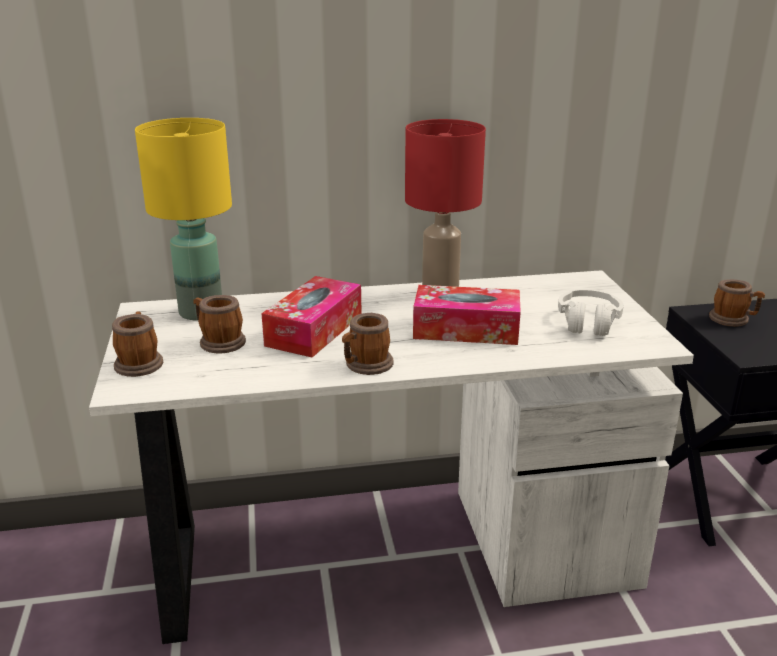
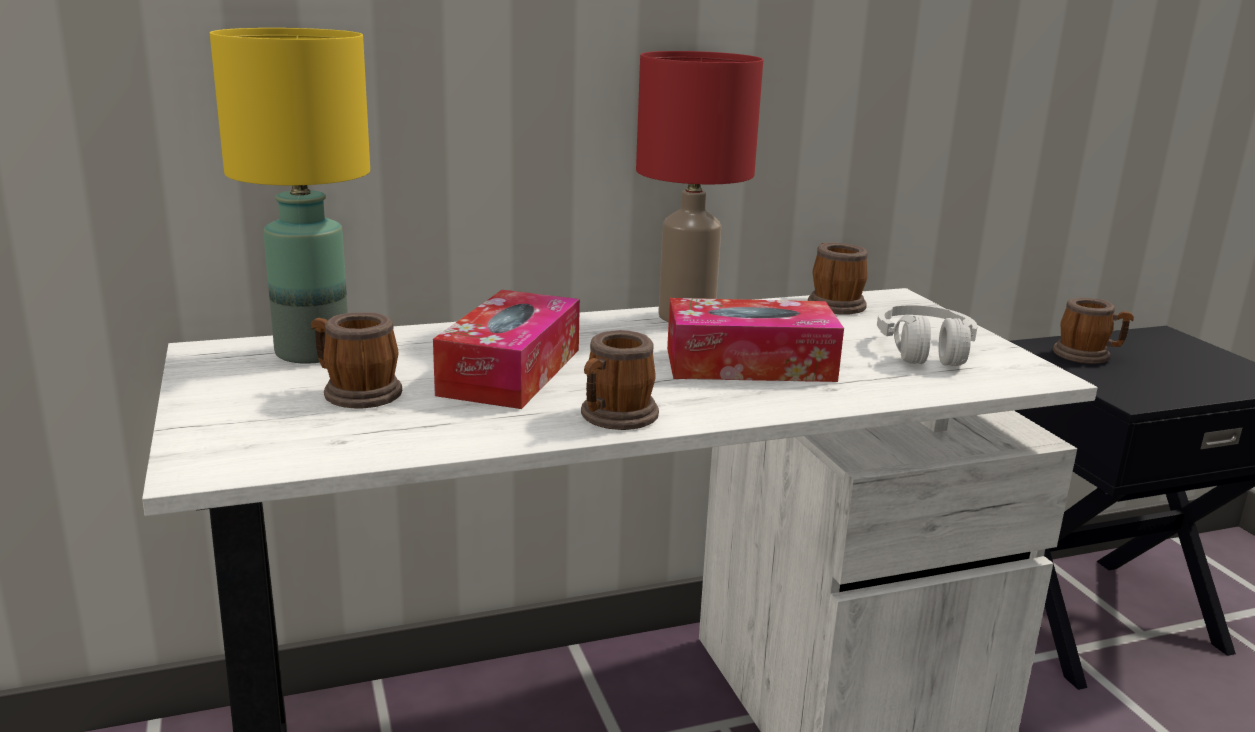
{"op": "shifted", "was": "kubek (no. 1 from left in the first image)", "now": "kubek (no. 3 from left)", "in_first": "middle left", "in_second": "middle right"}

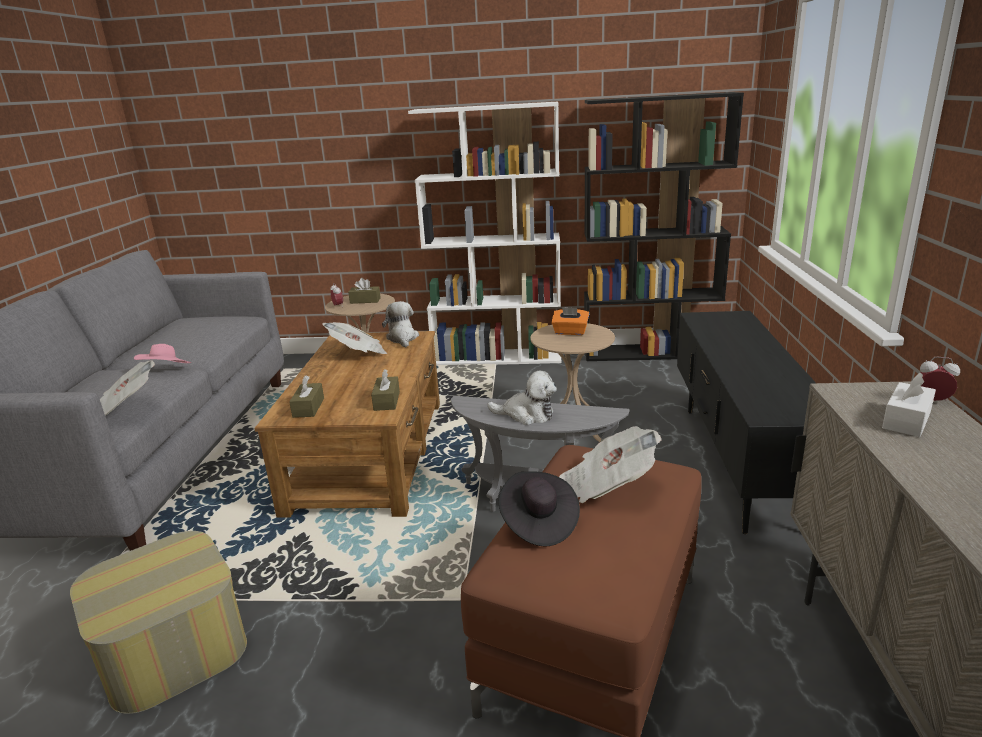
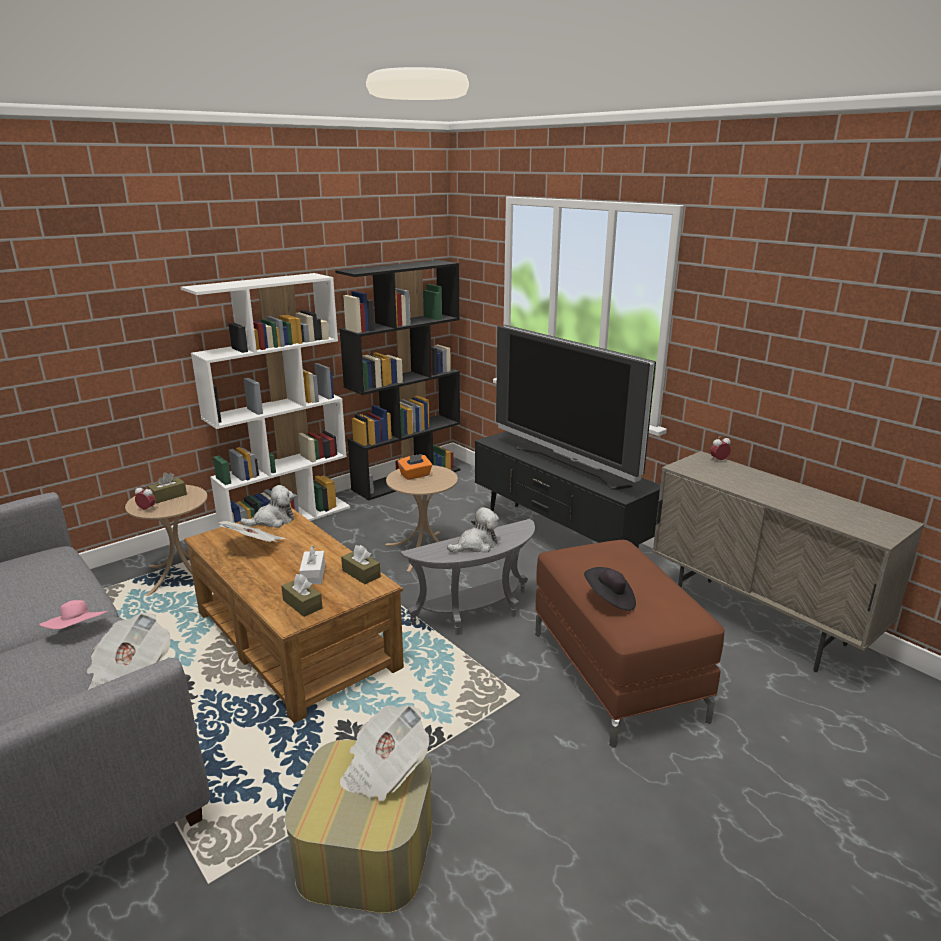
{"op": "rotated", "was": "pluszak (no. 1 from left)", "in_first": "centre", "in_second": "middle left", "clockwise": 120}
{"op": "shifted", "was": "pudełko chusteczek [biały]", "in_first": "middle right", "in_second": "middle left"}
{"op": "shifted", "was": "gazeta (no. 3 from left)", "in_first": "centre", "in_second": "bottom centre"}
{"op": "new", "now": "telewizor", "in_second": "centre"}

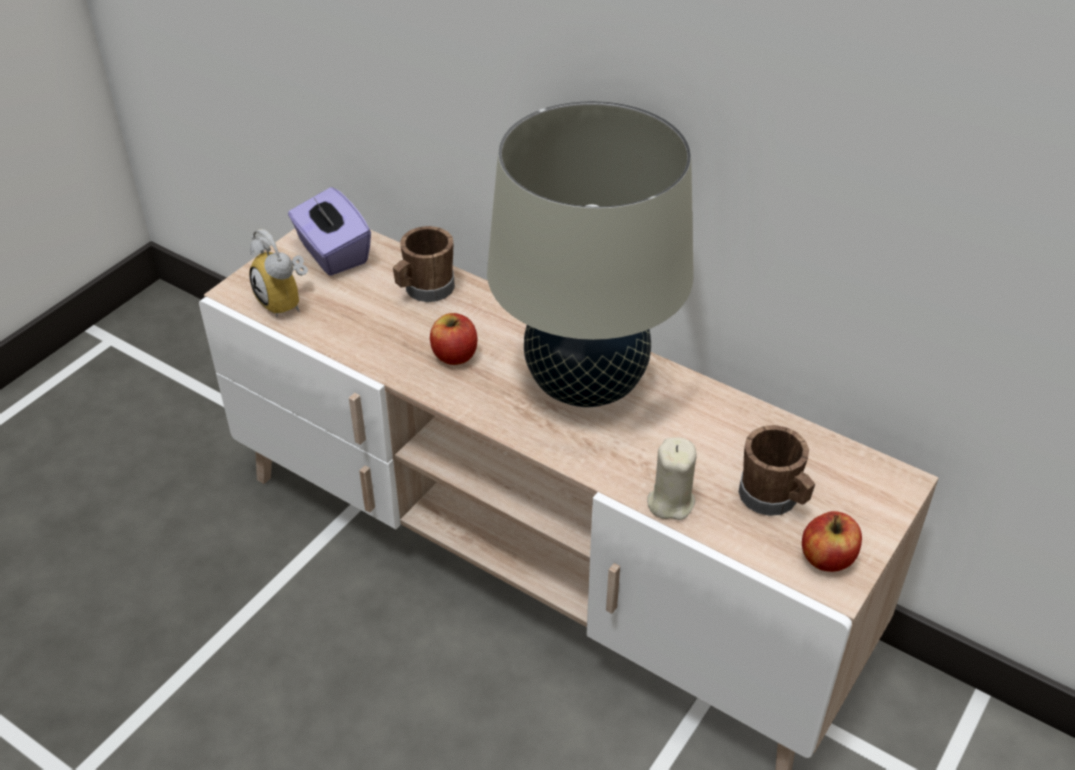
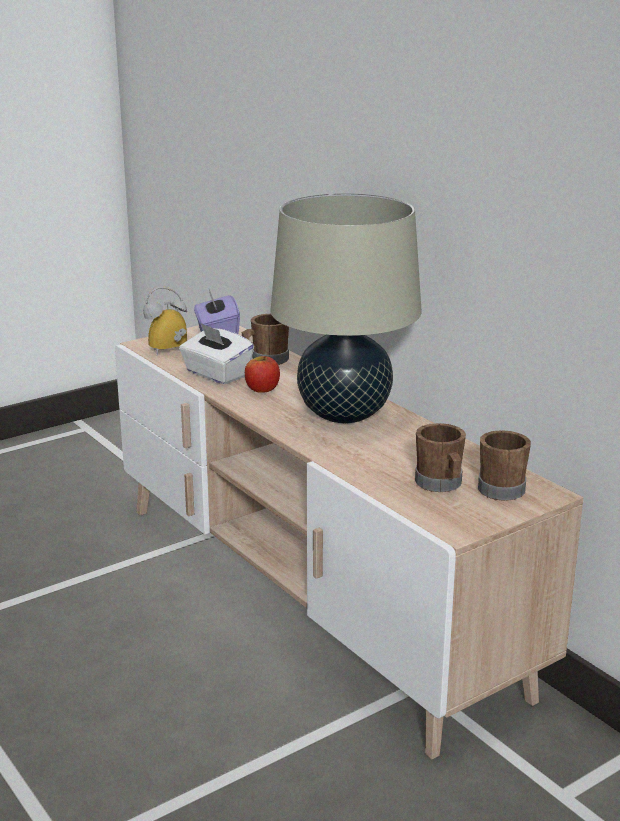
{"op": "rotated", "was": "budzik", "in_first": "middle left", "in_second": "middle left", "clockwise": 75}
{"op": "new", "now": "pudełko chusteczek [biały]", "in_second": "centre"}
{"op": "new", "now": "kubek [brązowy] (no. 3 from left)", "in_second": "middle right"}
{"op": "gone", "was": "świeca [beżowy]", "in_first": "centre"}
{"op": "gone", "was": "jabłko (no. 2 from left)", "in_first": "bottom right"}

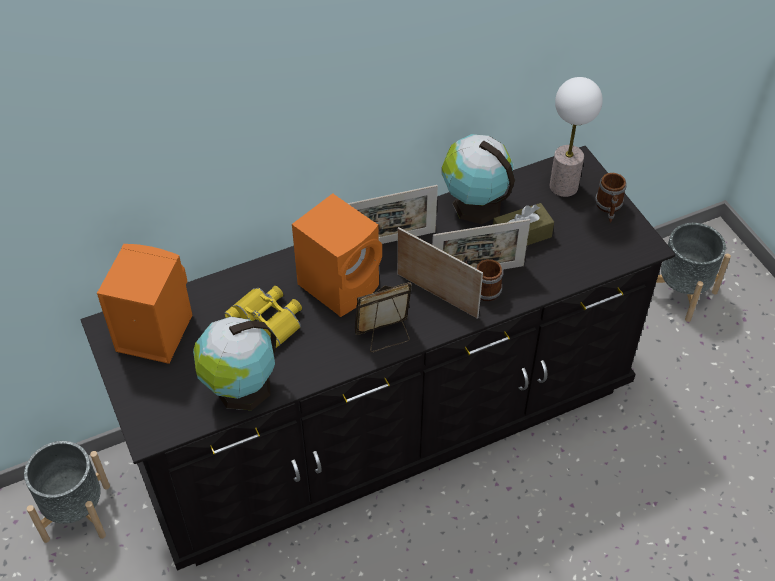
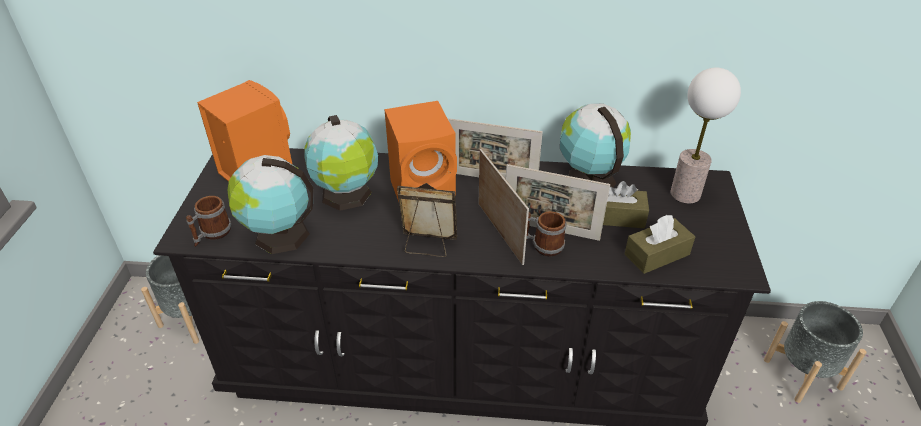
{"op": "shifted", "was": "kubek (no. 2 from left in the first image)", "now": "kubek (no. 1 from left)", "in_first": "middle right", "in_second": "middle left"}
{"op": "swapped", "was": "lornetka [żółty]", "now": "globus (no. 2 from left)", "in_first": "centre", "in_second": "centre"}
{"op": "new", "now": "pudełko chusteczek [brązowy] (no. 2 from left)", "in_second": "middle right"}

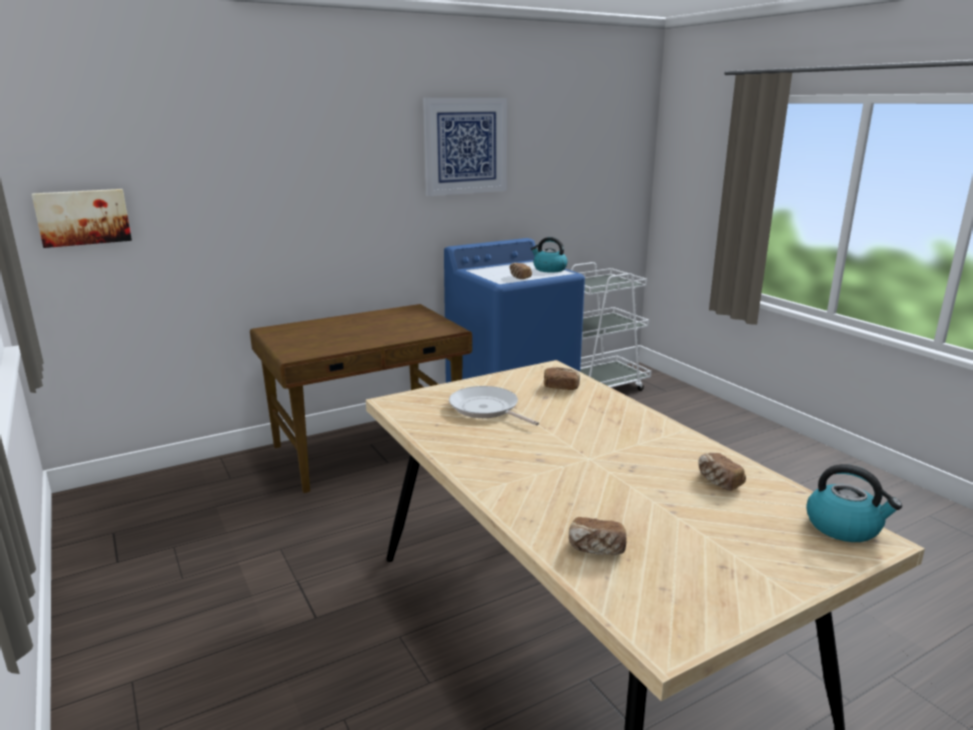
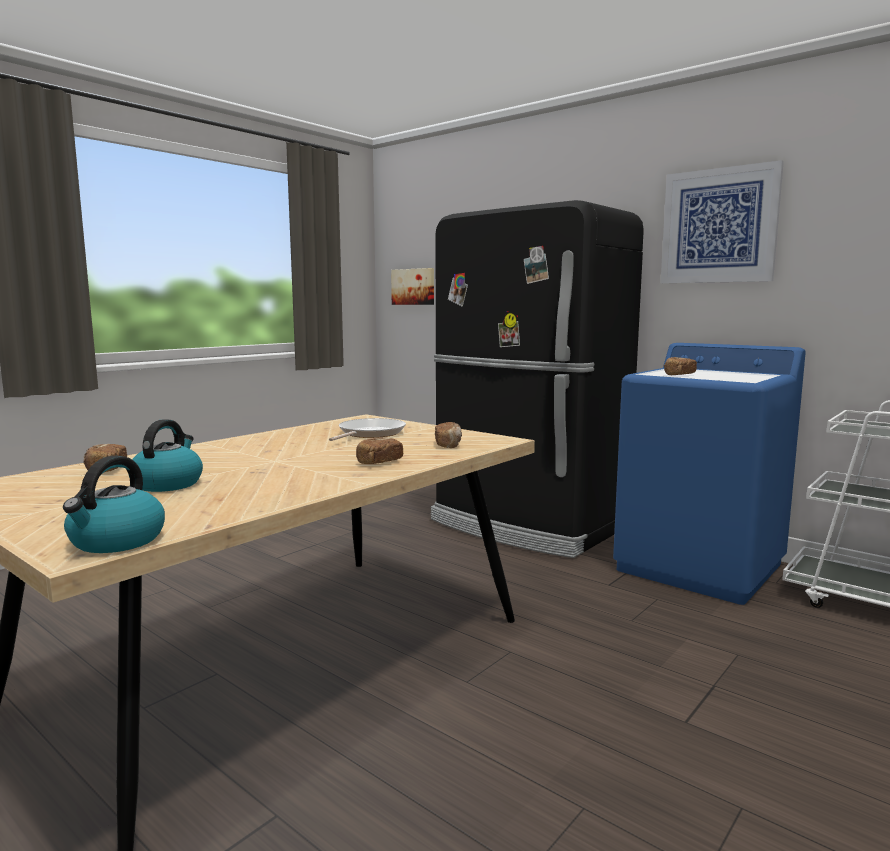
{"op": "shifted", "was": "czajnik (no. 1 from left in the first image)", "now": "czajnik (no. 2 from left)", "in_first": "centre", "in_second": "middle left"}
{"op": "shifted", "was": "chleb (no. 4 from left in the first image)", "now": "chleb (no. 2 from left)", "in_first": "middle right", "in_second": "centre"}
{"op": "swapped", "was": "biurko [brązowy]", "now": "lodówka [czarny]", "in_first": "centre", "in_second": "centre"}

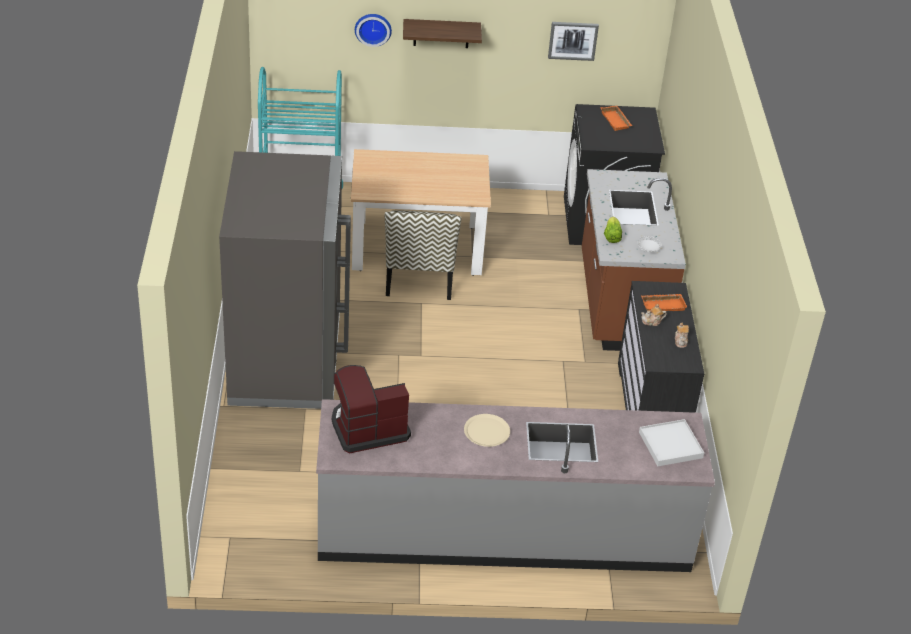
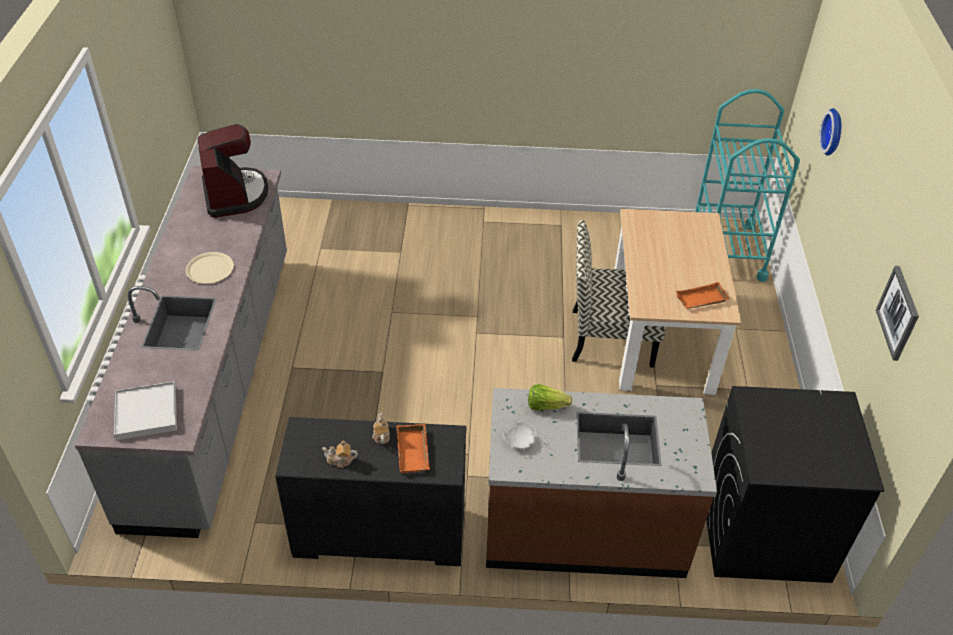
{"op": "shifted", "was": "taca [pomarańczowy] (no. 1 from left in the first image)", "now": "taca [pomarańczowy] (no. 2 from left)", "in_first": "top right", "in_second": "middle right"}
{"op": "gone", "was": "lodówka [szary]", "in_first": "middle left"}
{"op": "gone", "was": "półka", "in_first": "top centre"}

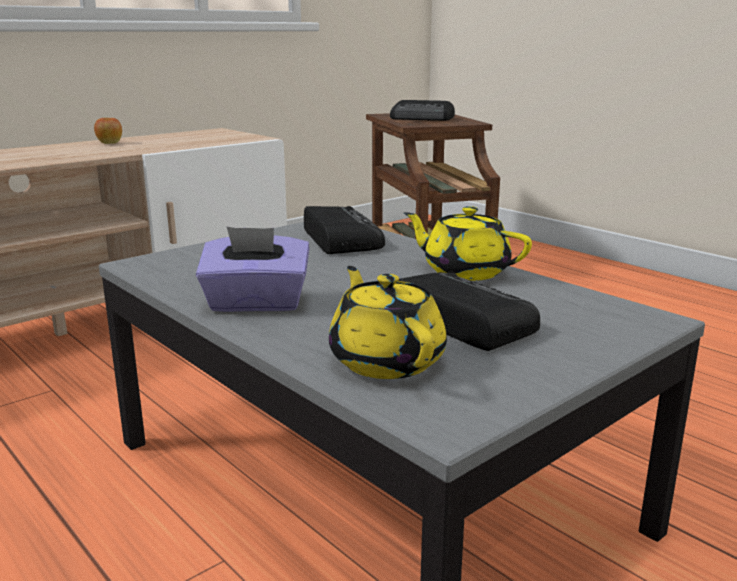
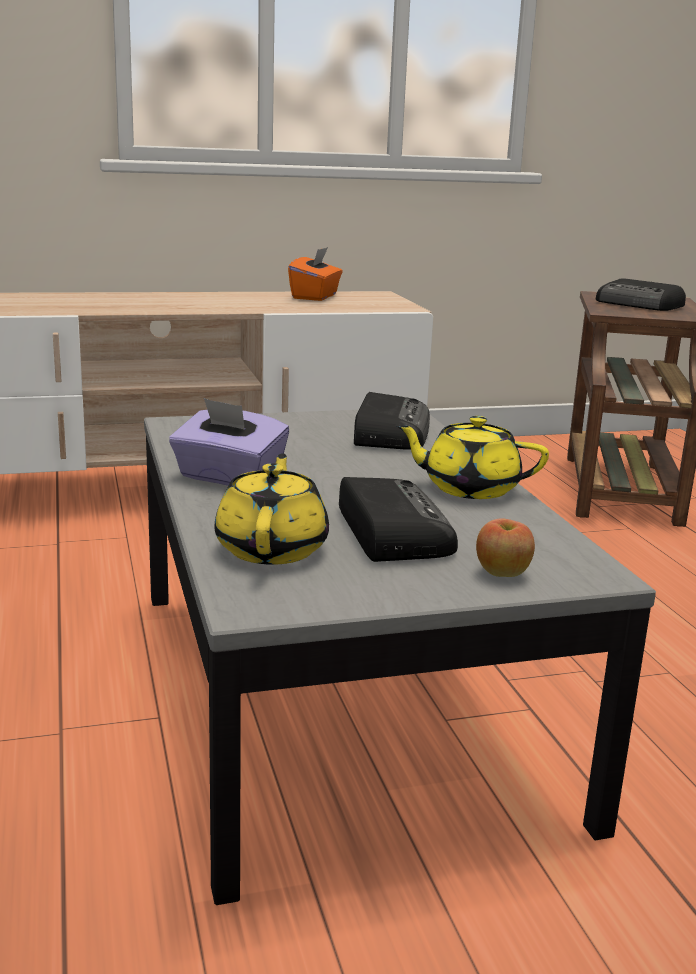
{"op": "new", "now": "pudełko chusteczek [pomarańczowy]", "in_second": "top centre"}
{"op": "rotated", "was": "imbryk [żółty] (no. 2 from left)", "in_first": "centre", "in_second": "middle right", "clockwise": -45}
{"op": "shifted", "was": "jabłko", "in_first": "top left", "in_second": "middle right"}

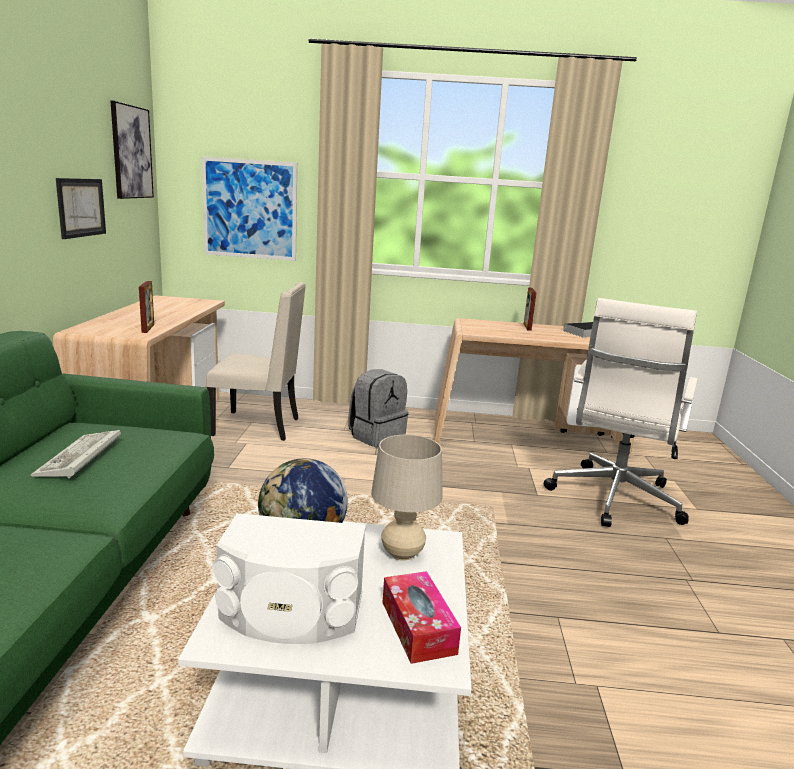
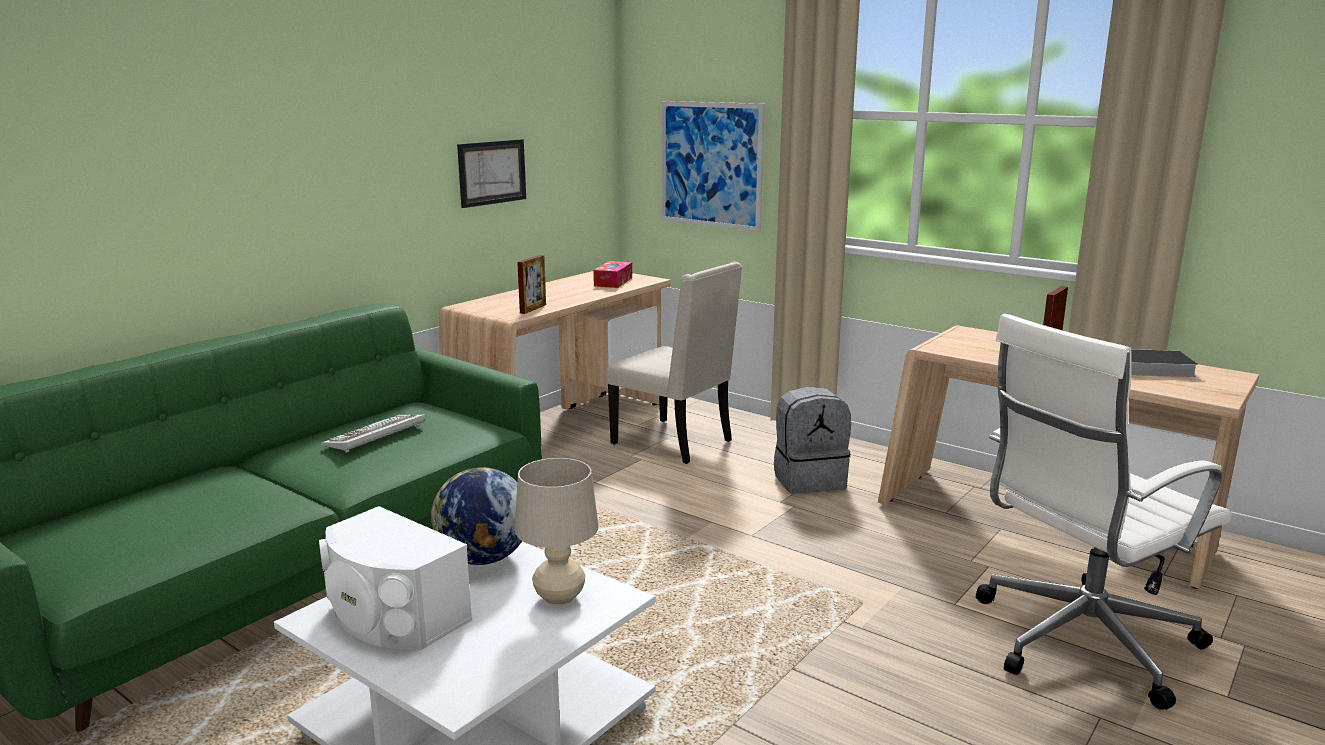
{"op": "shifted", "was": "pudełko chusteczek", "in_first": "bottom centre", "in_second": "centre"}
{"op": "gone", "was": "obraz (no. 2 from left)", "in_first": "top left"}

